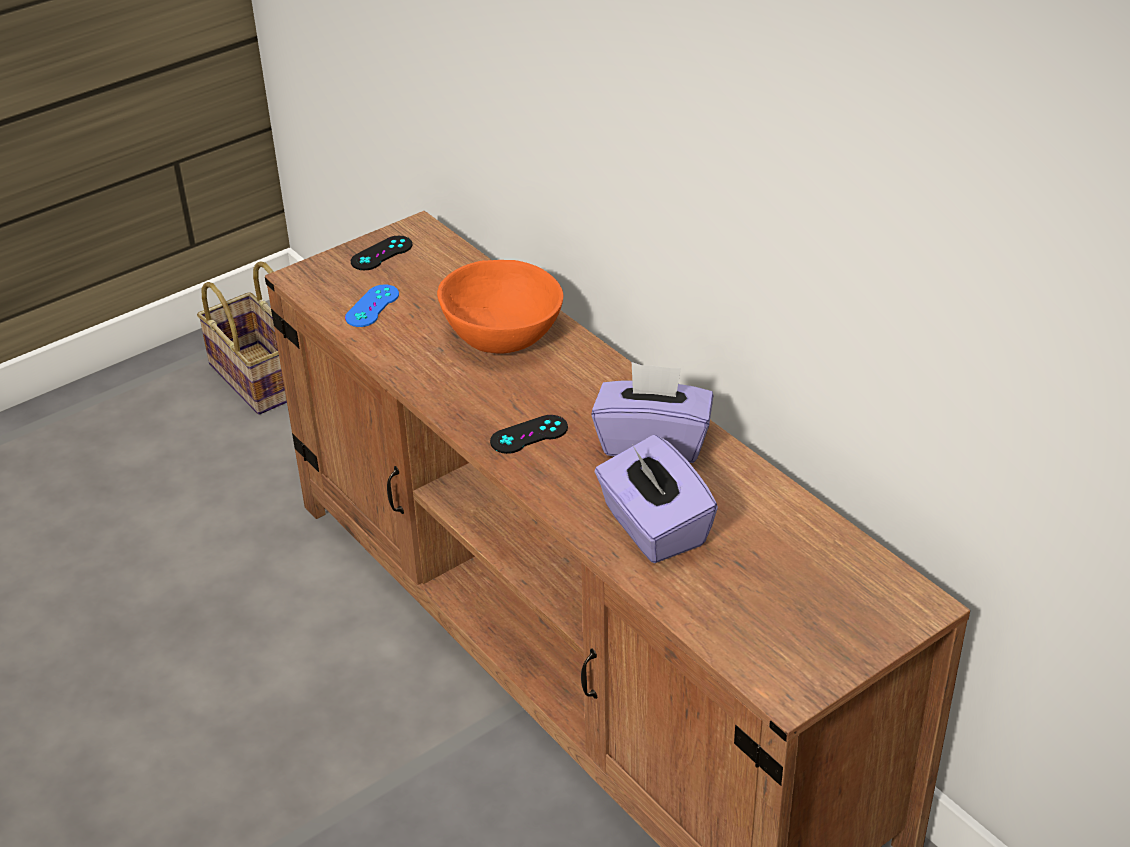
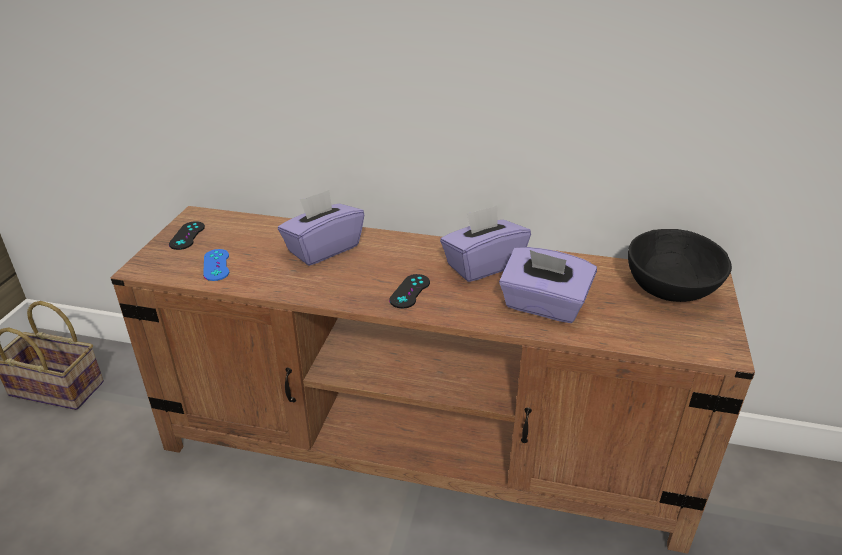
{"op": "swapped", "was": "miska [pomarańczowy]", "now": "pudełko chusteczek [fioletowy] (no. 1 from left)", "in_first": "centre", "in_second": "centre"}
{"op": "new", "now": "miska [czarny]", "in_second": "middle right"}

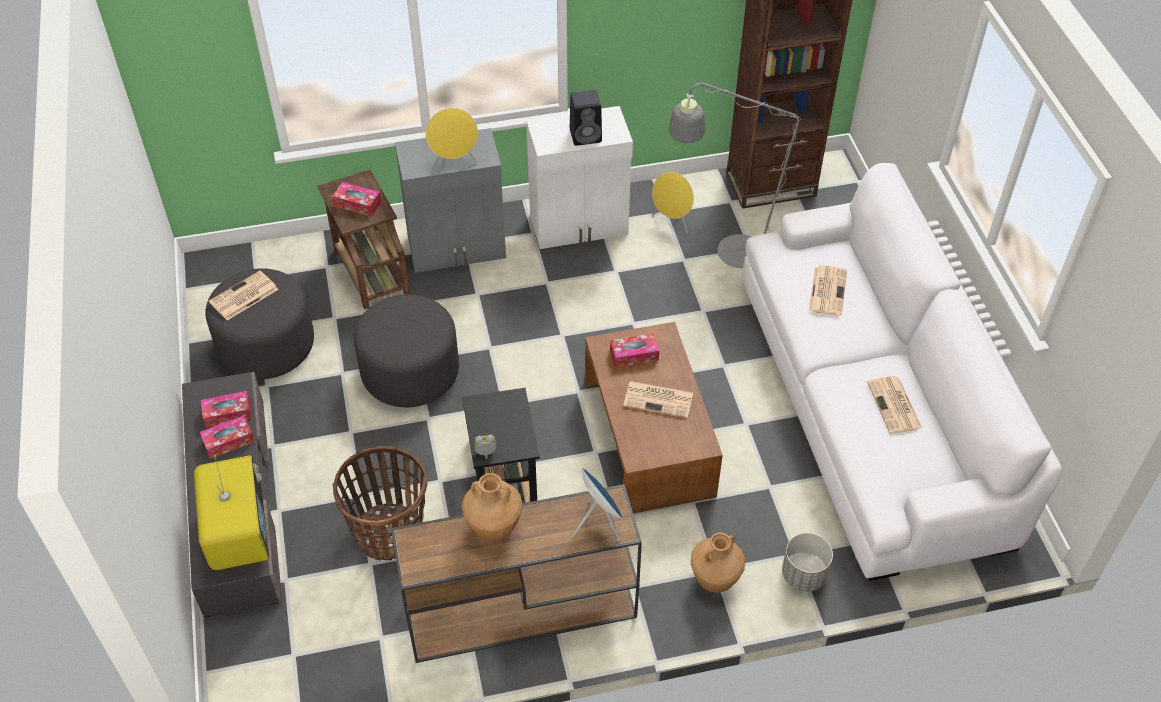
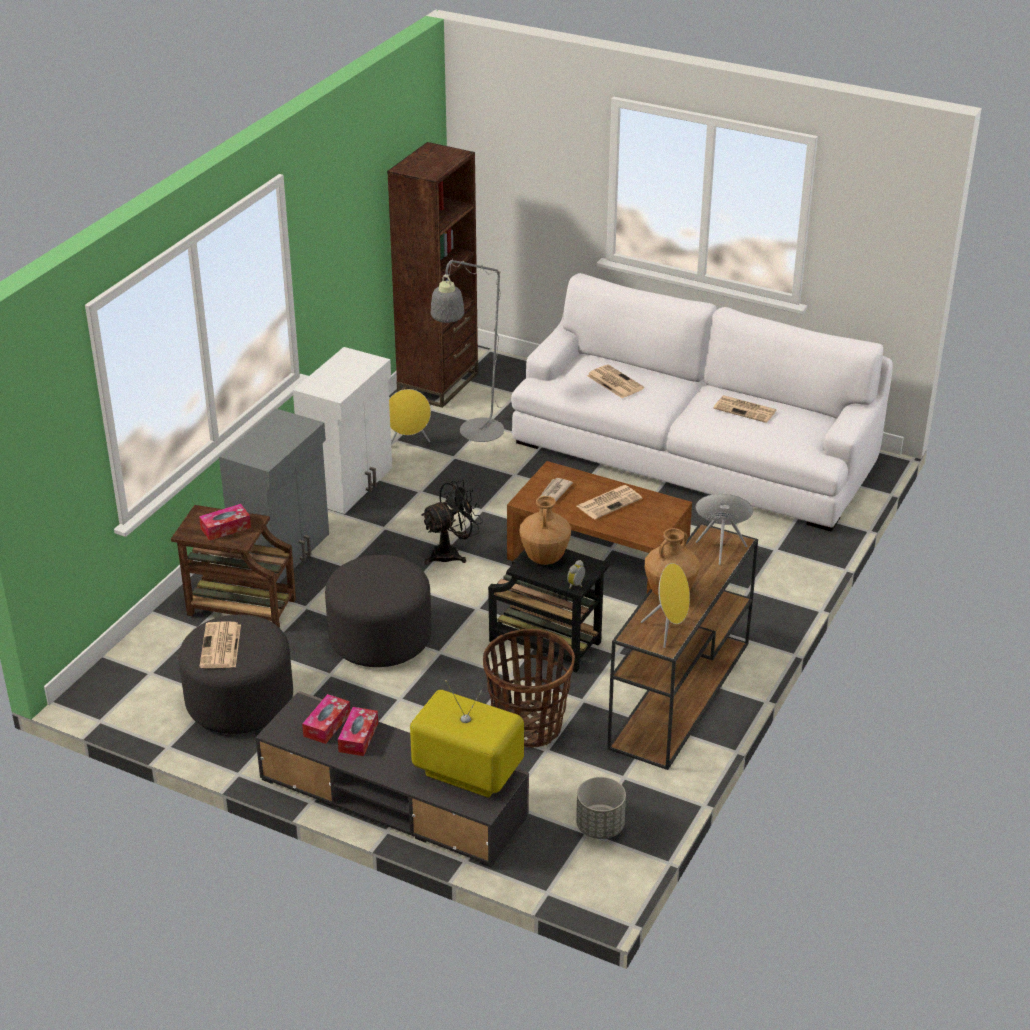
{"op": "new", "now": "wentylator [czarny]", "in_second": "centre"}
{"op": "shifted", "was": "wazon [brązowy] (no. 2 from left in the first image)", "now": "wazon [brązowy] (no. 1 from left)", "in_first": "bottom centre", "in_second": "centre"}
{"op": "swapped", "was": "pudełko chusteczek (no. 4 from left)", "now": "gazeta (no. 2 from left)", "in_first": "centre", "in_second": "centre"}
{"op": "shifted", "was": "donica [szary]", "in_first": "bottom right", "in_second": "bottom centre"}
{"op": "shifted", "was": "głośnik [żółty] (no. 1 from left in the first image)", "now": "głośnik [żółty] (no. 2 from left)", "in_first": "top centre", "in_second": "centre"}
{"op": "gone", "was": "głośnik [czarny]", "in_first": "top centre"}

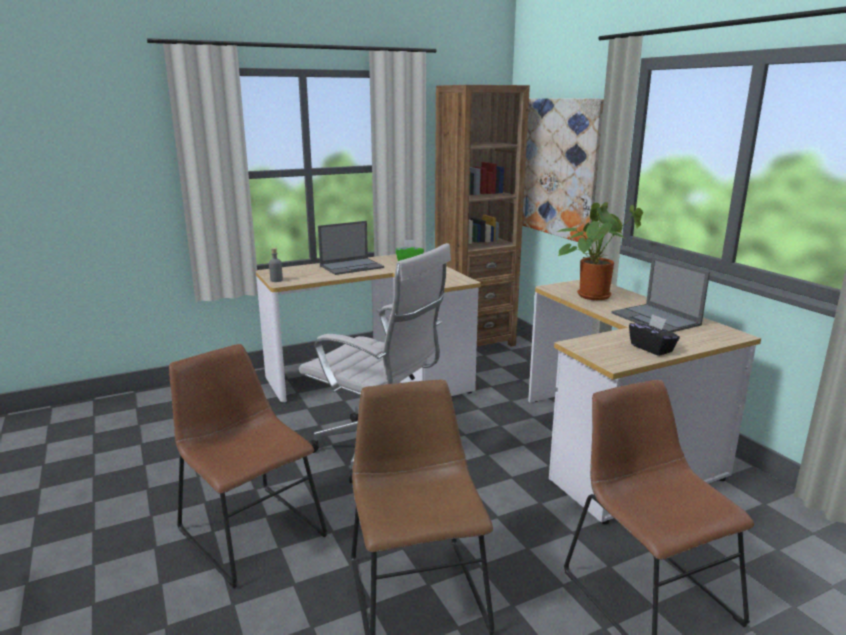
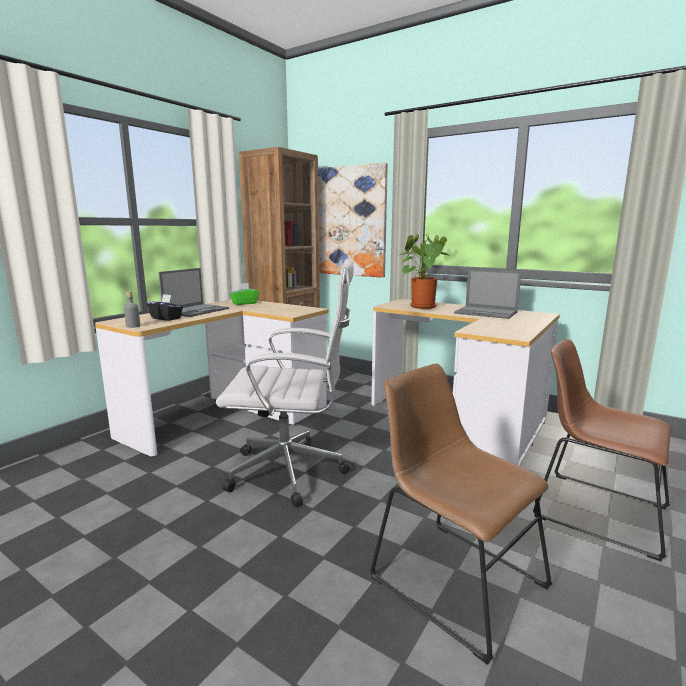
{"op": "shifted", "was": "pudełko chusteczek [czarny]", "in_first": "middle right", "in_second": "middle left"}
{"op": "gone", "was": "krzesło [brązowy] (no. 1 from left)", "in_first": "bottom left"}

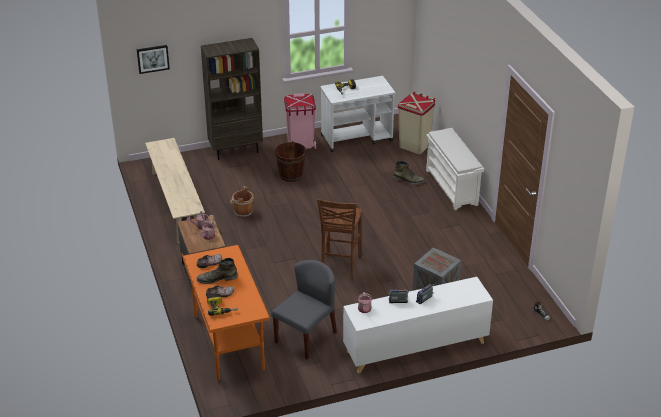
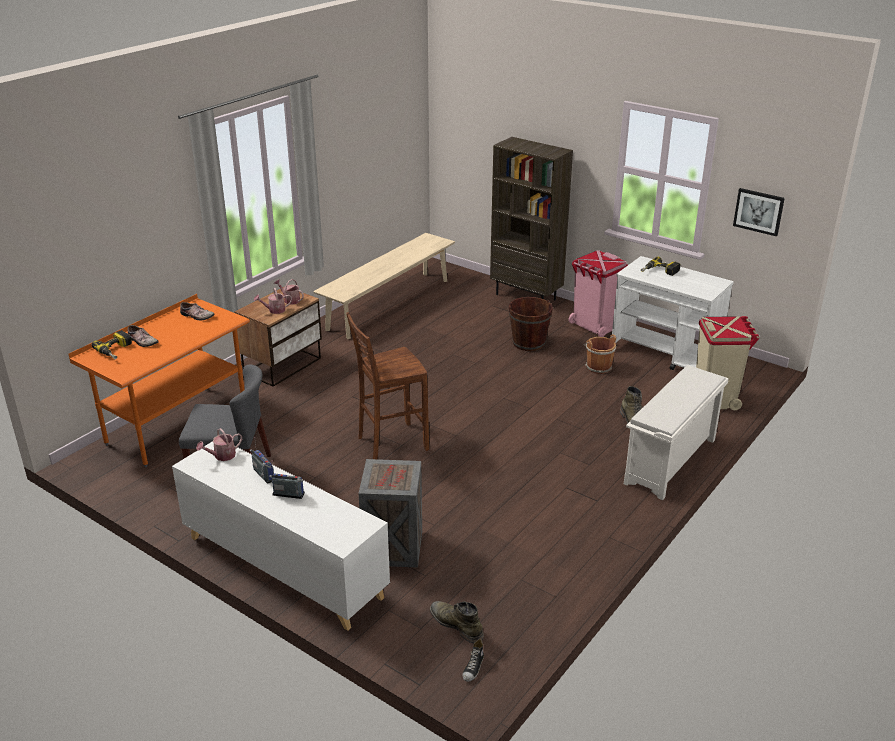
{"op": "shifted", "was": "but z cholewką [zielony] (no. 1 from left)", "in_first": "middle left", "in_second": "bottom centre"}
{"op": "shifted", "was": "wiadro [brązowy] (no. 1 from left in the first image)", "now": "wiadro [brązowy] (no. 2 from left)", "in_first": "centre", "in_second": "middle right"}
{"op": "shifted", "was": "obraz", "in_first": "top left", "in_second": "top right"}

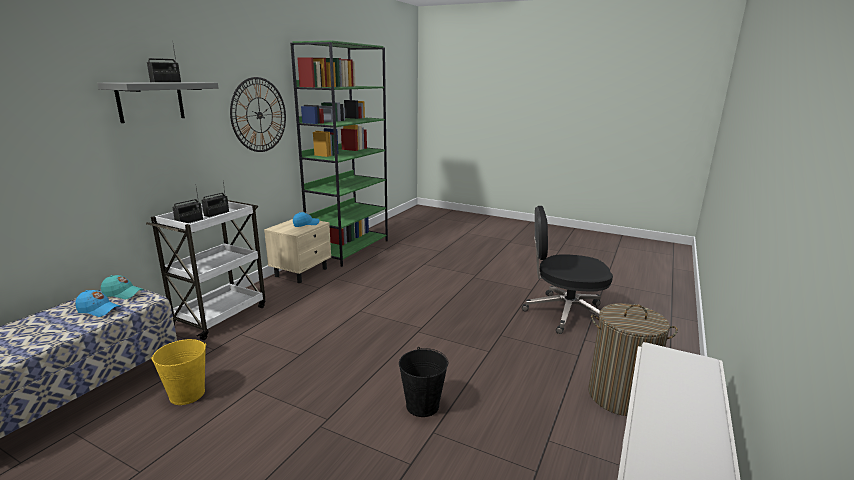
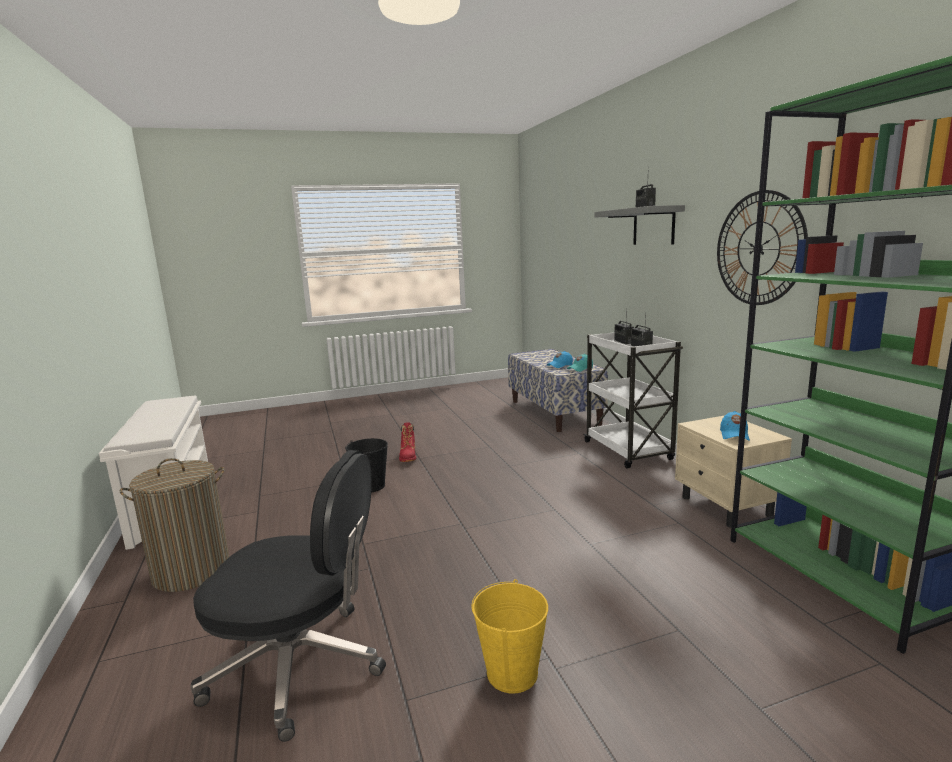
{"op": "rotated", "was": "krzesło biurowe [czarny]", "in_first": "centre", "in_second": "bottom left", "clockwise": 45}
{"op": "new", "now": "but z cholewką [czerwony]", "in_second": "centre"}
{"op": "shifted", "was": "wiadro [żółty]", "in_first": "bottom left", "in_second": "bottom centre"}

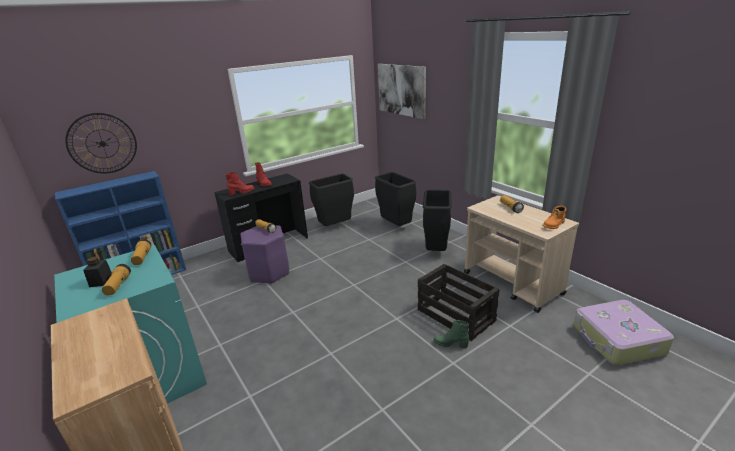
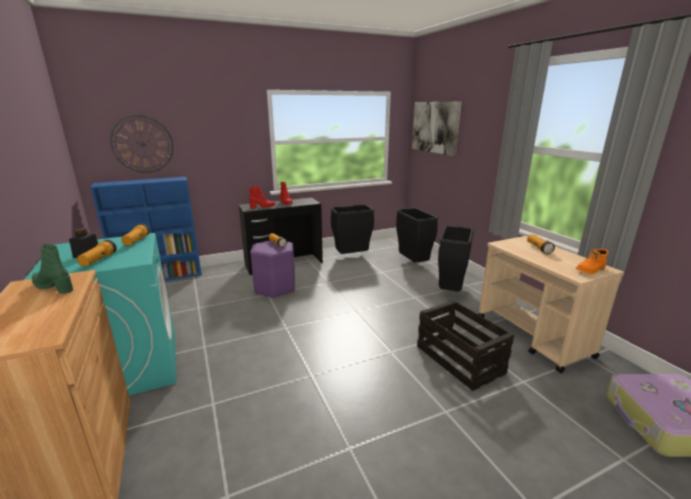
{"op": "shifted", "was": "but z cholewką [zielony]", "in_first": "bottom centre", "in_second": "middle left"}

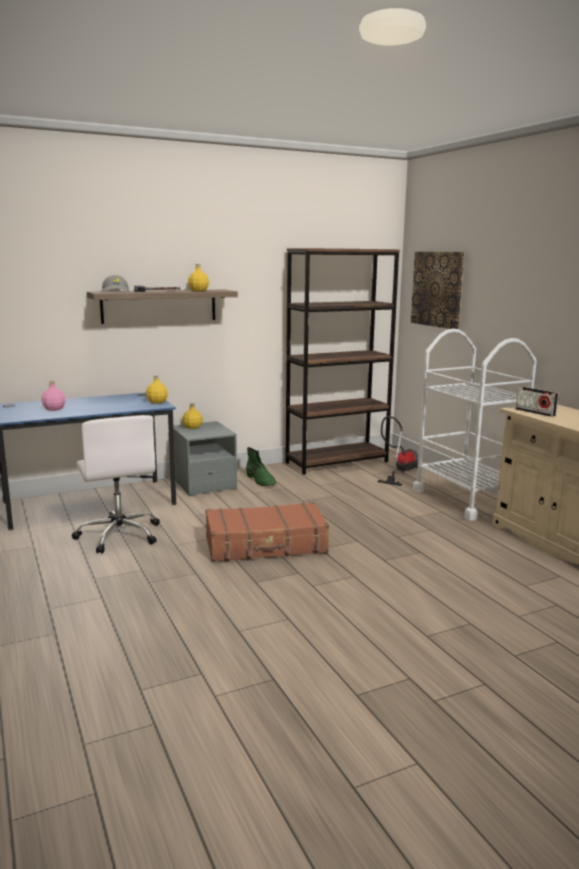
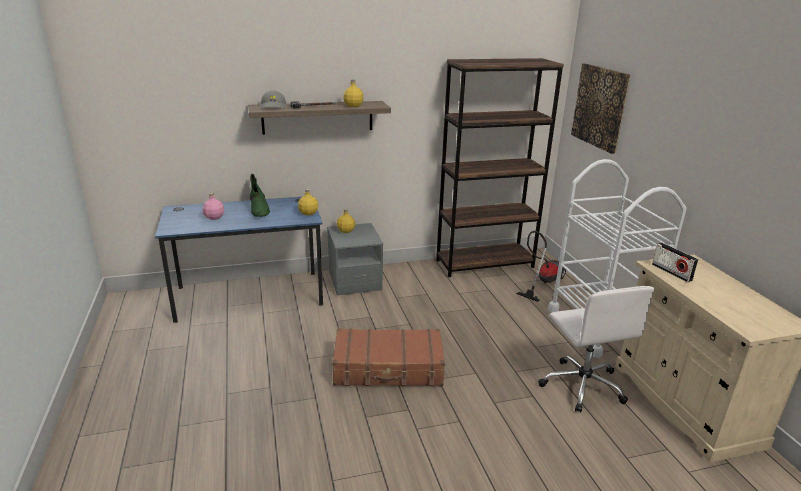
{"op": "shifted", "was": "but z cholewką [zielony]", "in_first": "centre", "in_second": "middle left"}
{"op": "shifted", "was": "krzesło biurowe [biały]", "in_first": "middle left", "in_second": "bottom right"}

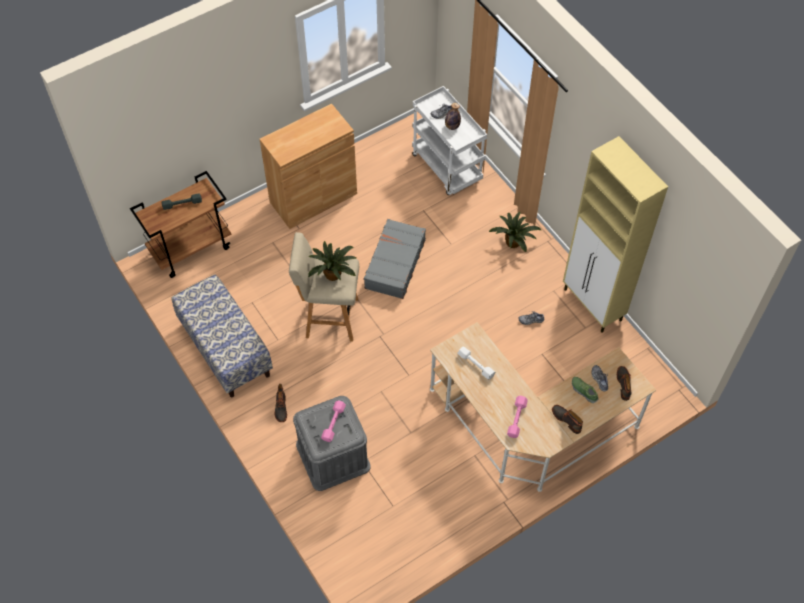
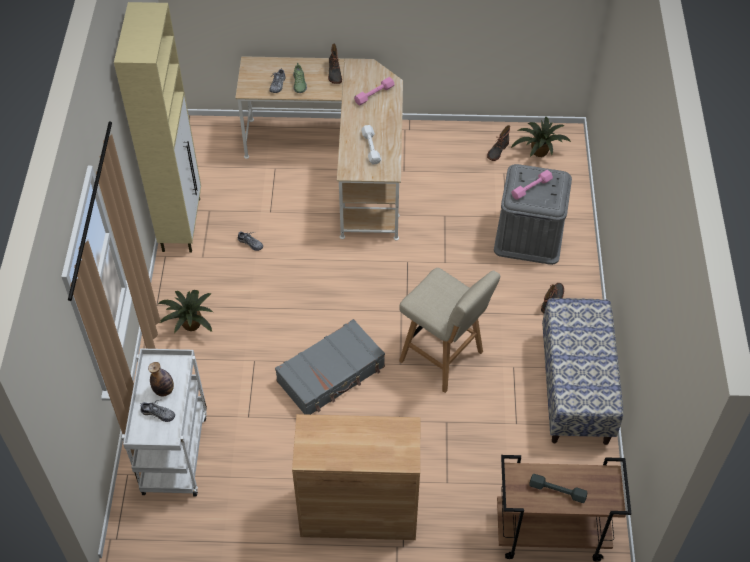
{"op": "shifted", "was": "but z cholewką (no. 3 from left in the first image)", "now": "but z cholewką (no. 2 from left)", "in_first": "middle right", "in_second": "top centre"}
{"op": "shifted", "was": "roślina doniczkowa (no. 1 from left in the first image)", "now": "roślina doniczkowa (no. 2 from left)", "in_first": "centre", "in_second": "top right"}

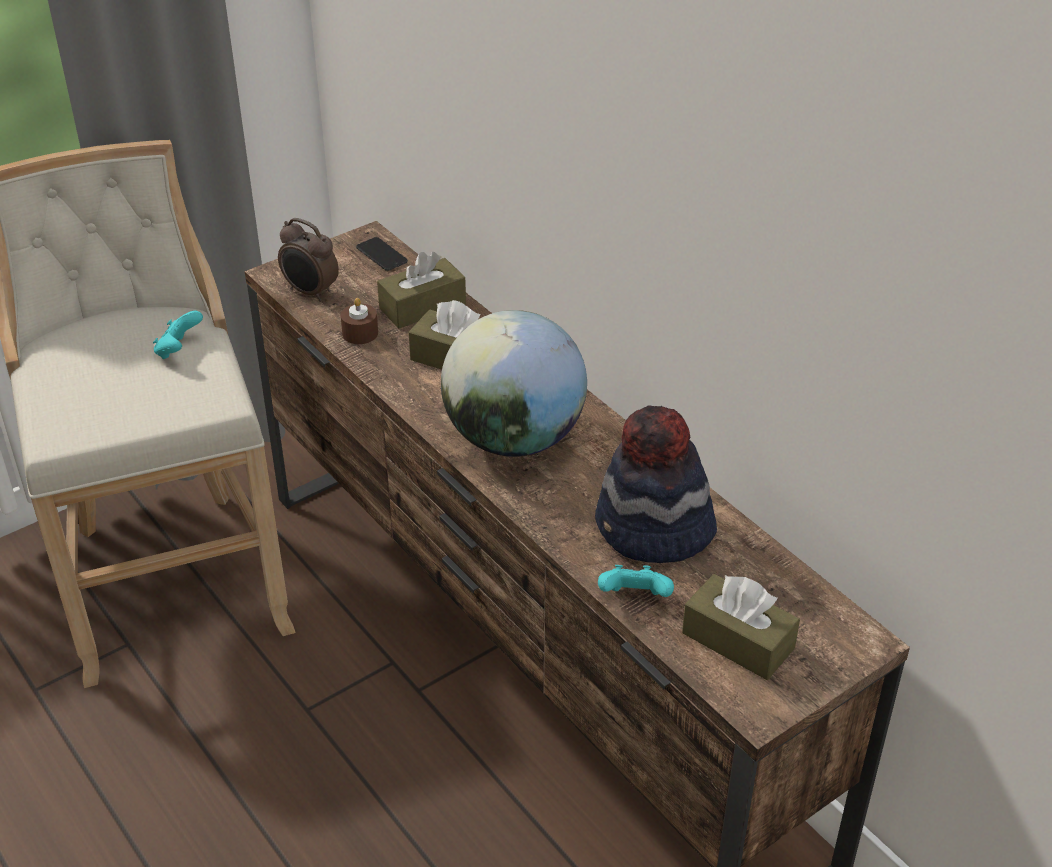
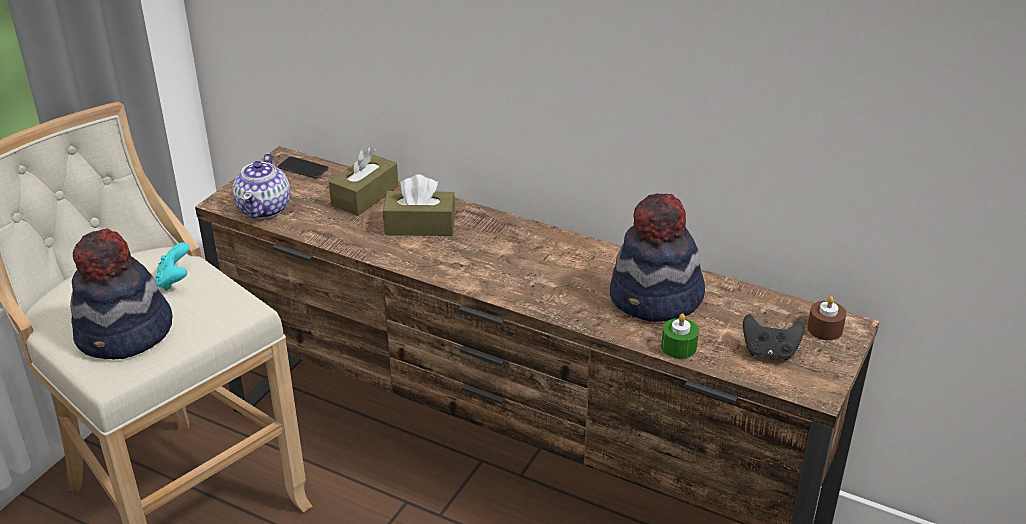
{"op": "new", "now": "kapelusz (no. 1 from left)", "in_second": "middle left"}
{"op": "swapped", "was": "budzik", "now": "imbryk", "in_first": "top left", "in_second": "middle left"}
{"op": "swapped", "was": "pad do gier [turkusowy] (no. 2 from left)", "now": "świeca [zielony]", "in_first": "bottom centre", "in_second": "centre"}
{"op": "swapped", "was": "pudełko chusteczek [brązowy] (no. 3 from left)", "now": "pad do gier [czarny]", "in_first": "bottom right", "in_second": "middle right"}
{"op": "shifted", "was": "świeca [brązowy]", "in_first": "centre", "in_second": "middle right"}
{"op": "gone", "was": "globus", "in_first": "centre"}

